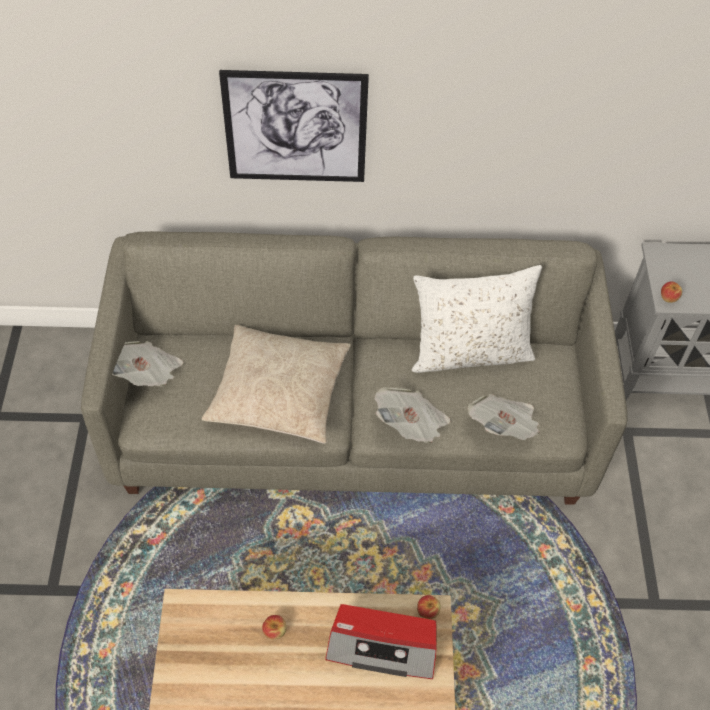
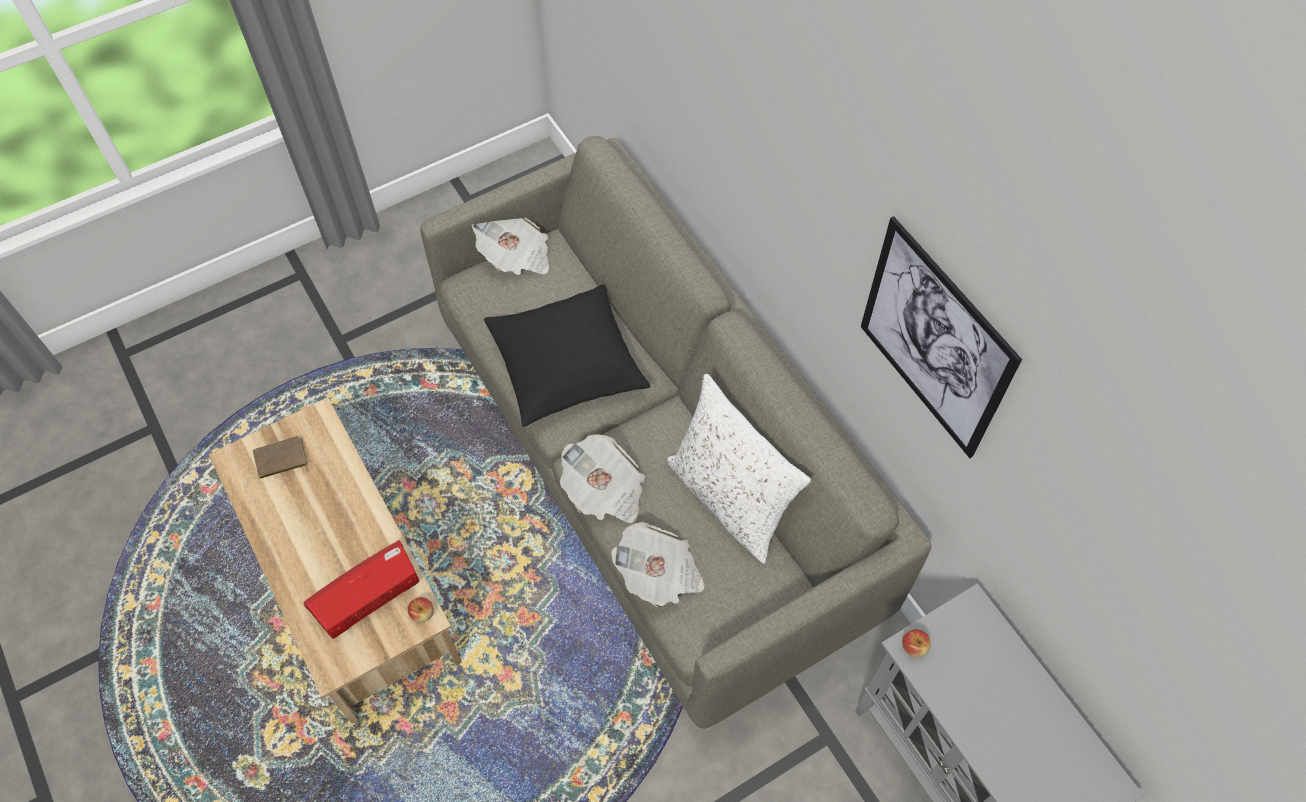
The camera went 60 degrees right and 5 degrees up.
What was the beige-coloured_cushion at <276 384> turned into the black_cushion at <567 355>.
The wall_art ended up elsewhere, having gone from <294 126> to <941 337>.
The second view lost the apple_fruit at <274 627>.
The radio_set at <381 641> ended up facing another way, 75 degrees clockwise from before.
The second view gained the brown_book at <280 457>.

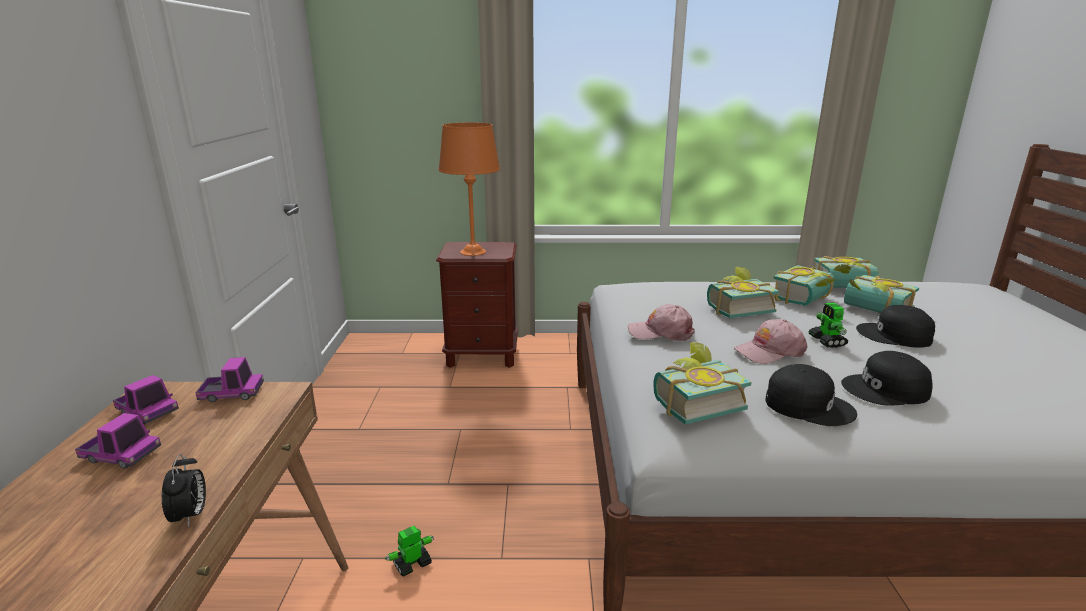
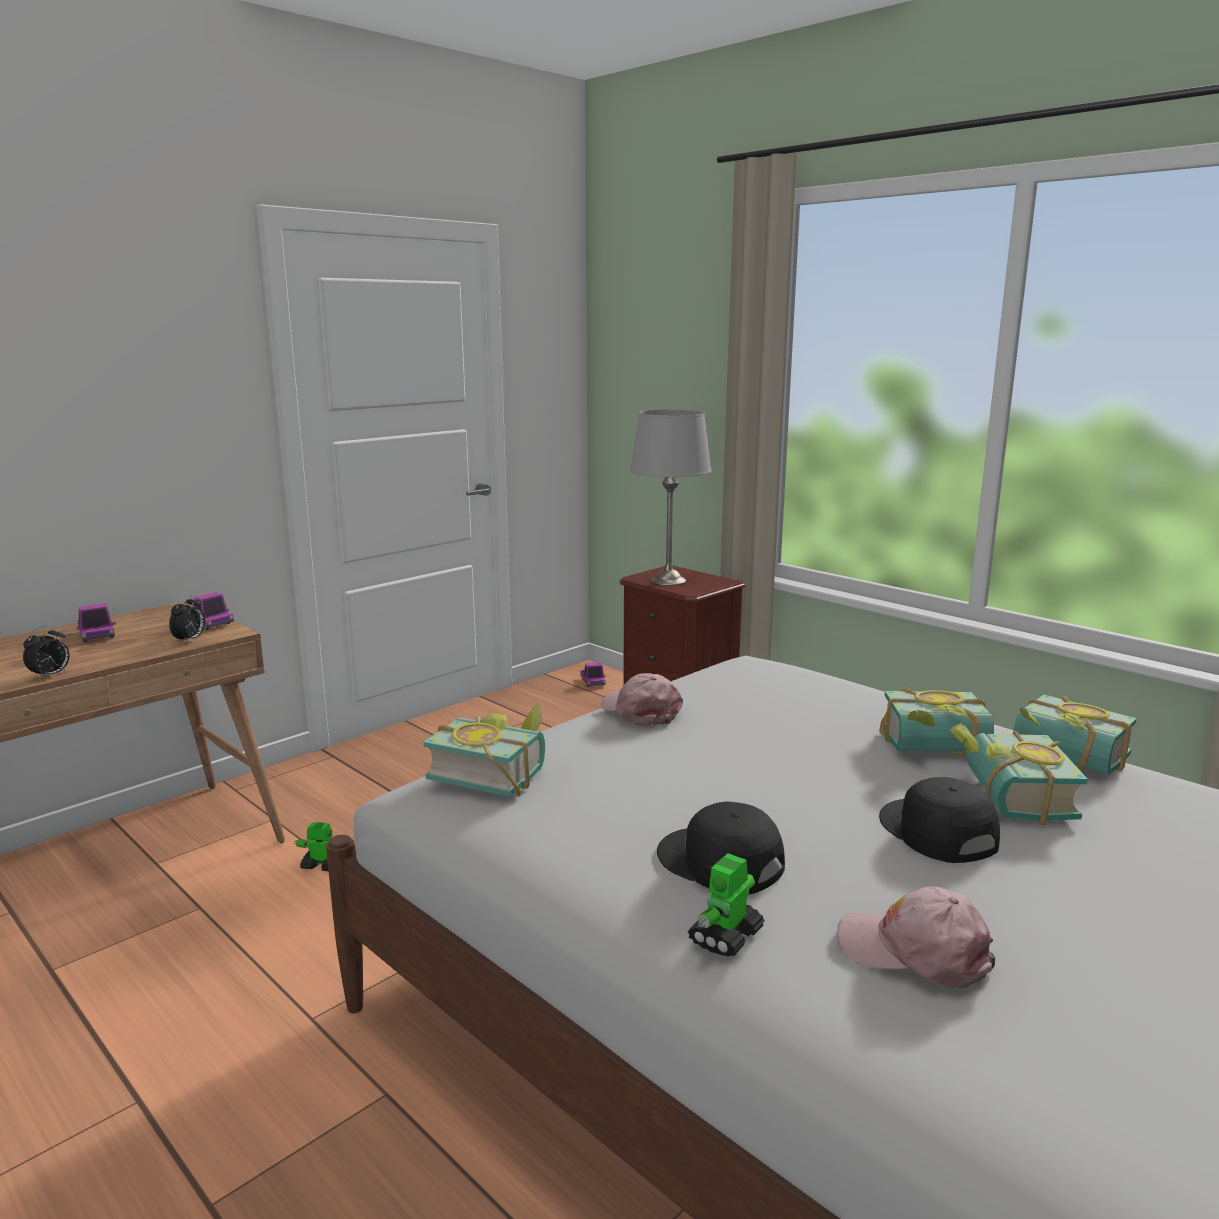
The camera went 45 degrees right and 5 degrees down.
The toy_truck ended up elsewhere, having gone from <146 399> to <593 674>.
What was the orangey_table_lamp at <469 189> turned into the grey_table_lamp at <670 497>.
The second view lost the book at <743 292>.
The pink-coloured_baseball_cap ended up elsewhere, having gone from <770 341> to <916 937>.
The second view lost the black_baseball_cap at <811 395>.
The robot_figure ended up elsewhere, having gone from <828 325> to <726 904>.
The second view gained the bedside_clock at <187 619>.

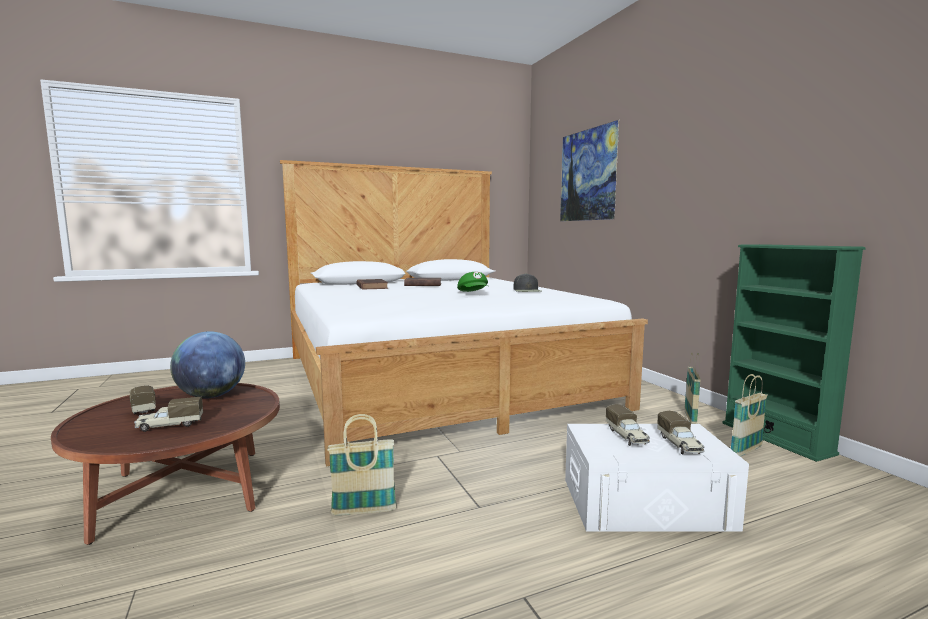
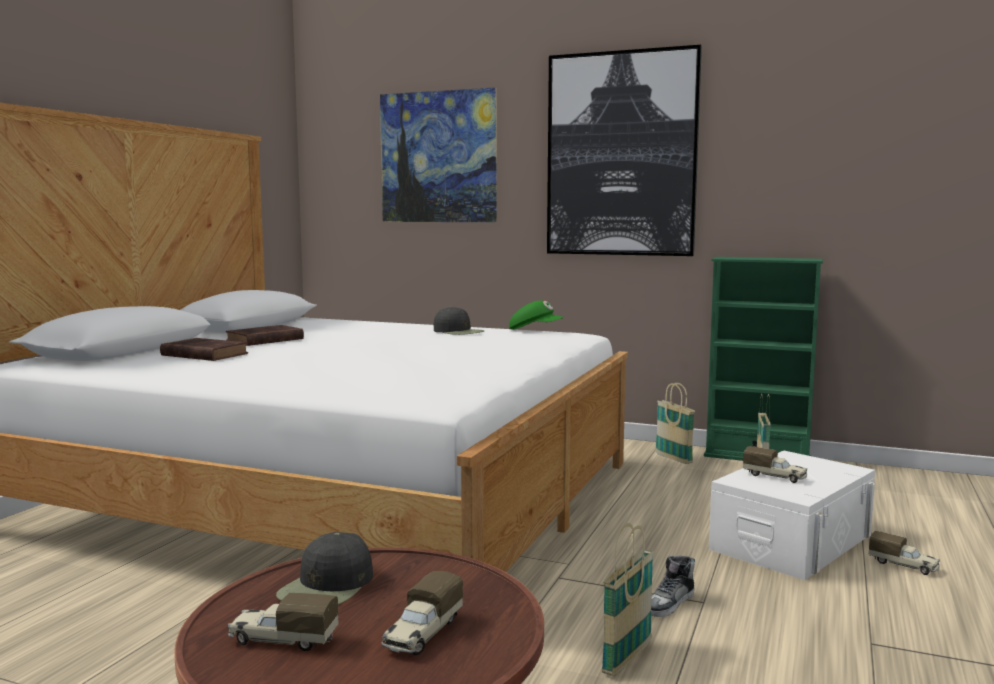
The camera went 45 degrees left and 0 degrees up.
Where the world_globe stood at <207 364>, the black_baseball_cap came to stand at <324 568>.
The green_baseball_cap ended up elsewhere, having gone from <472 282> to <536 315>.
The toy_truck ended up elsewhere, having gone from <681 432> to <904 553>.
The second view gained the wall_art at <624 150>.
The second view gained the low_shoe at <673 586>.

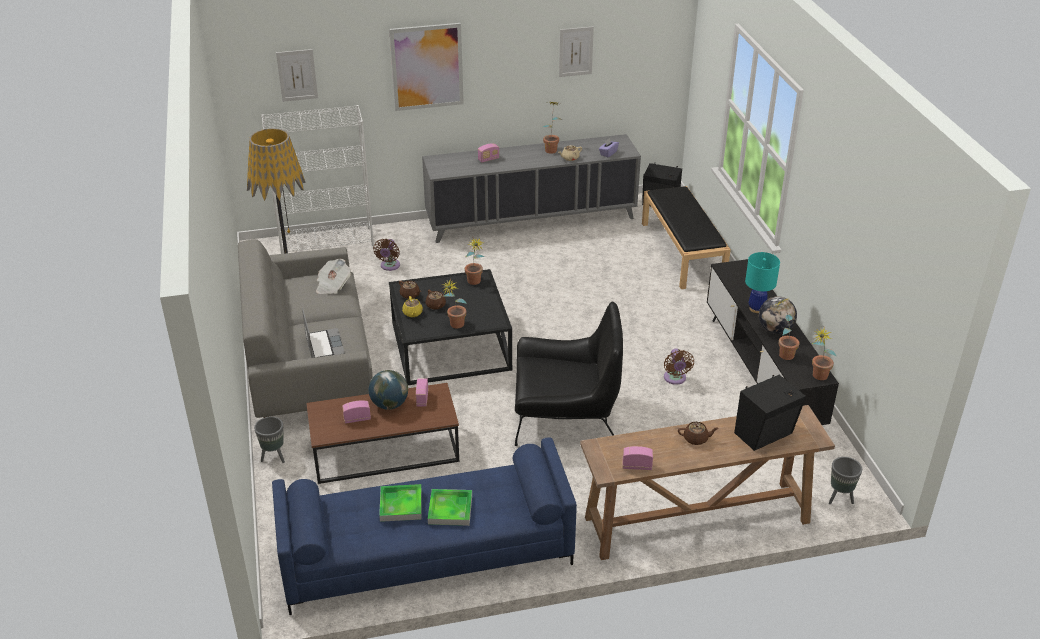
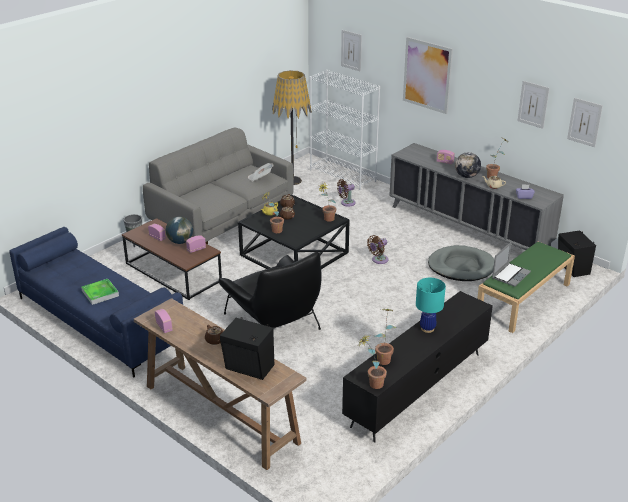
The camera went 55 degrees right and 5 degrees down.
The portable_computer ended up elsewhere, having gone from <323 333> to <511 264>.
The second view lost the carrying_tray at <400 503>.
What was the black_long_seat at <686 237> turned into the green_long_seat at <526 287>.
The brown_cooling_fan ended up elsewhere, having gone from <679 367> to <377 249>.
The world_globe ended up elsewhere, having gone from <778 315> to <468 165>.
The second view lost the grey_plant_pot at <845 480>.
The second view gained the grey_dog_bed at <461 263>.
The second view gained the wall_art at <585 122>.

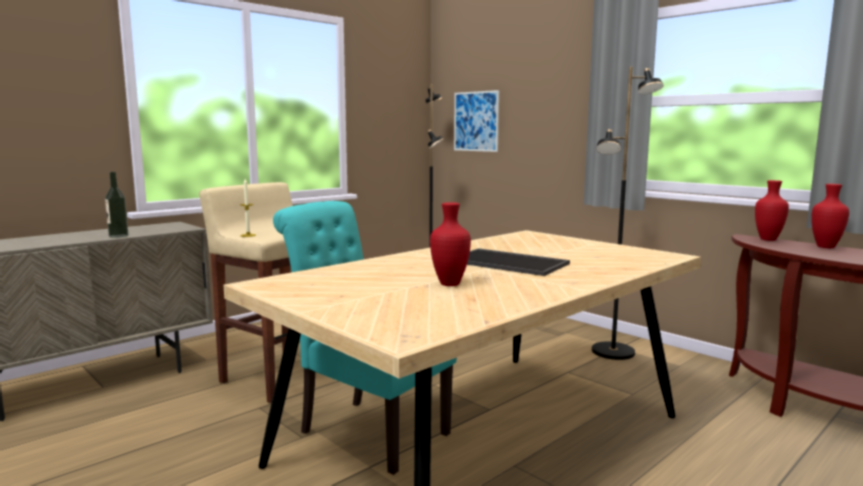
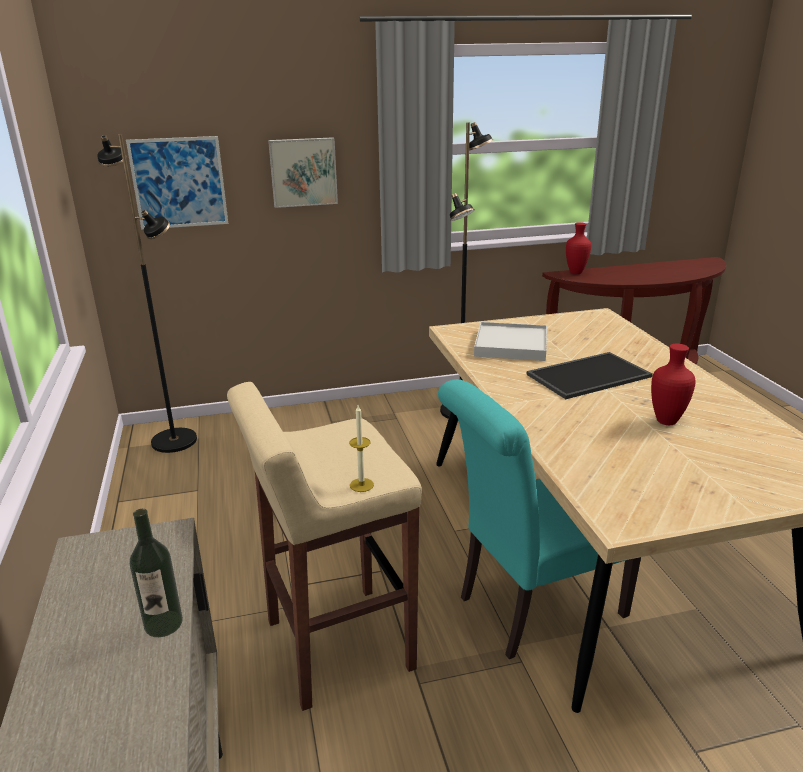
The camera went 60 degrees left and 15 degrees up.
The second view lost the red-coloured_flower_vase at <830 216>.
The second view gained the wall_art at <303 172>.
The second view gained the white-coloured_carrying_tray at <510 341>.

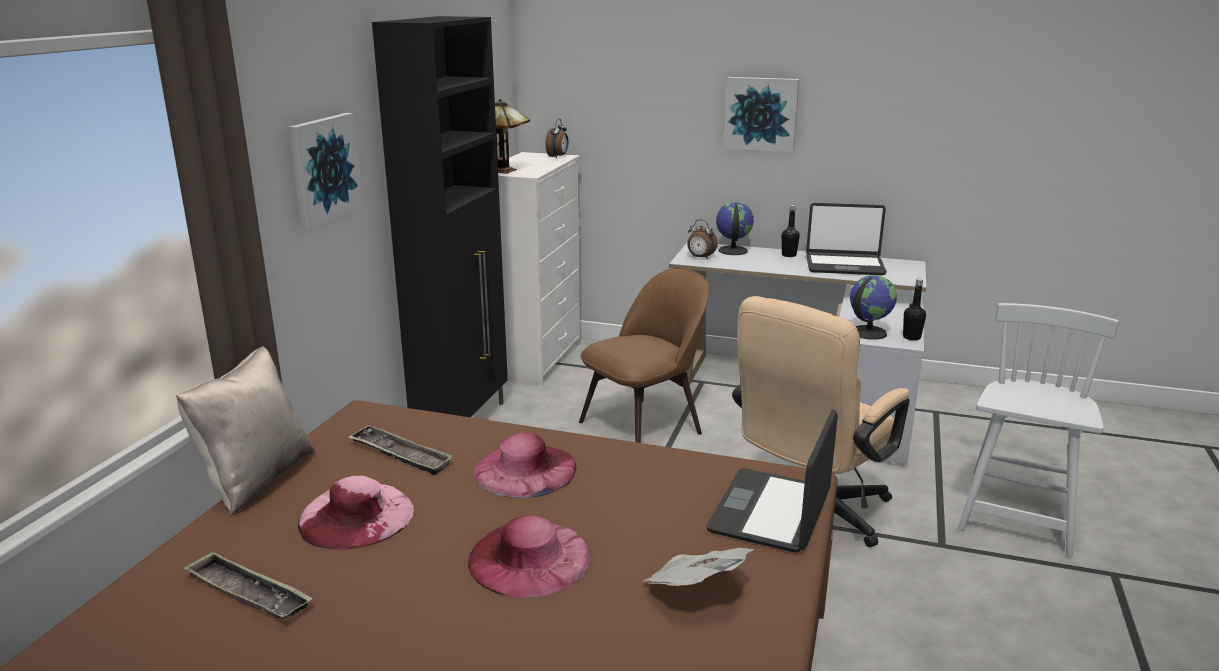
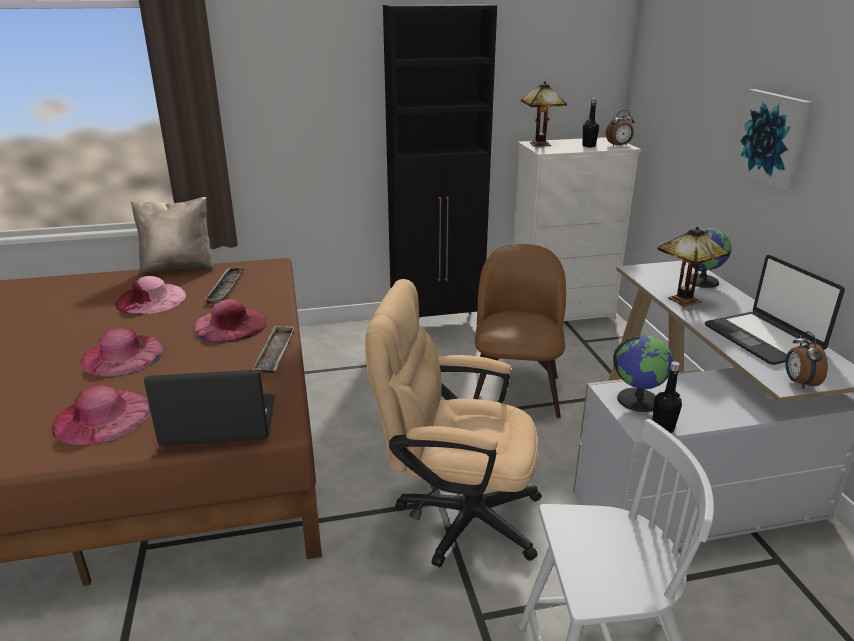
The camera went 60 degrees right and 5 degrees up.
The carrying_tray ended up elsewhere, having gone from <248 585> to <274 349>.
The second view lost the wall_art at <325 170>.
The brown_plain_chair at <644 355> ended up facing another way, 105 degrees counterclockwise from before.
Where the printed_paper stood at <698 567>, the pink-coloured_clothing_hat came to stand at <101 415>.
The bedside_clock ended up elsewhere, having gone from <702 239> to <806 360>.
The black_drink_bottle ended up elsewhere, having gone from <791 231> to <591 123>.
The second view gained the table_lamp at <693 266>.

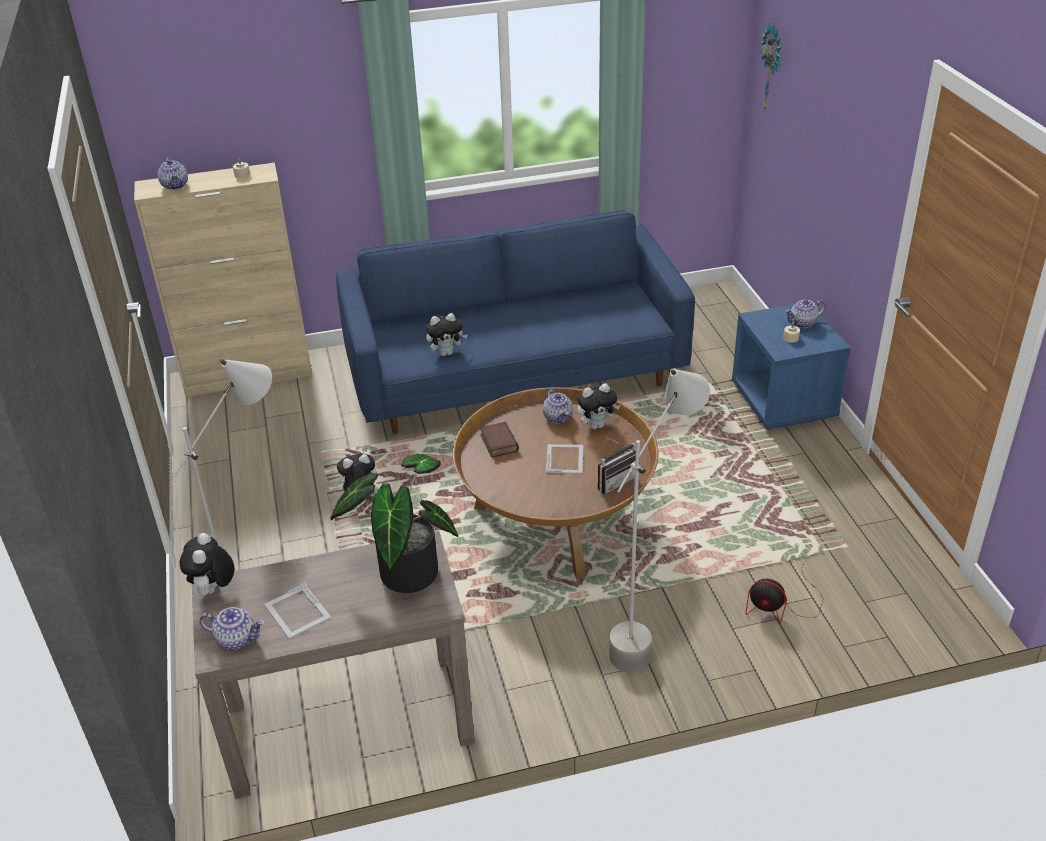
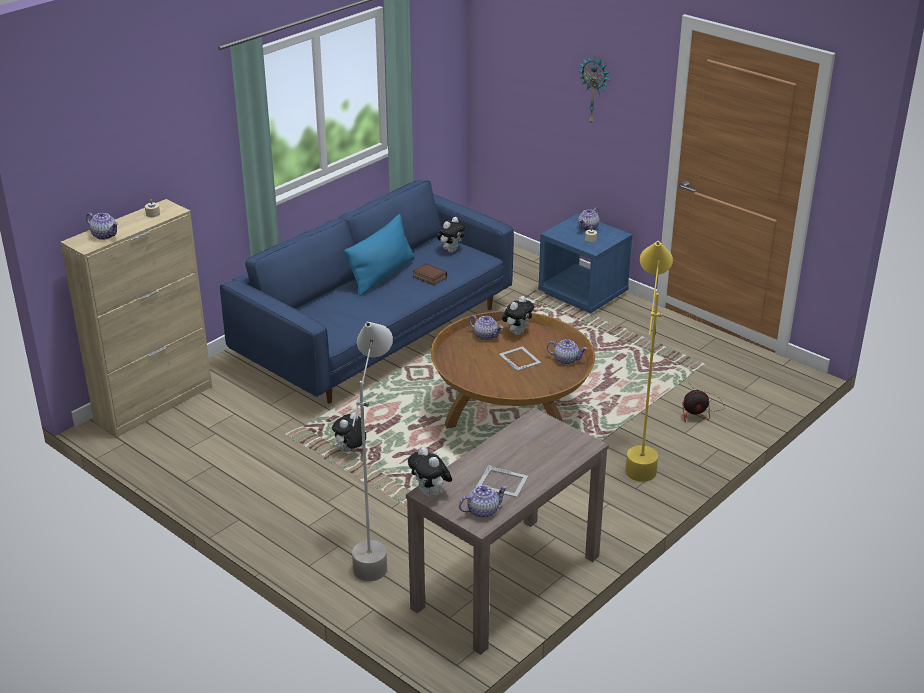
The camera went 35 degrees left and 5 degrees down.
The second view lost the plant_in_a_pot at <394 523>.
The cuddly_toy ended up elsewhere, having gone from <447 334> to <451 235>.
The book ended up elsewhere, having gone from <499 440> to <430 274>.
Where the radio_set stood at <617 465>, the tea_pot came to stand at <567 352>.
What was the grey_floor_lamp at <659 520> turned into the yellow_floor_lamp at <649 361>.
The clock_on_the_wall ended up elsewhere, having gone from <771 66> to <594 89>.
The second view gained the blue_cushion at <379 255>.

